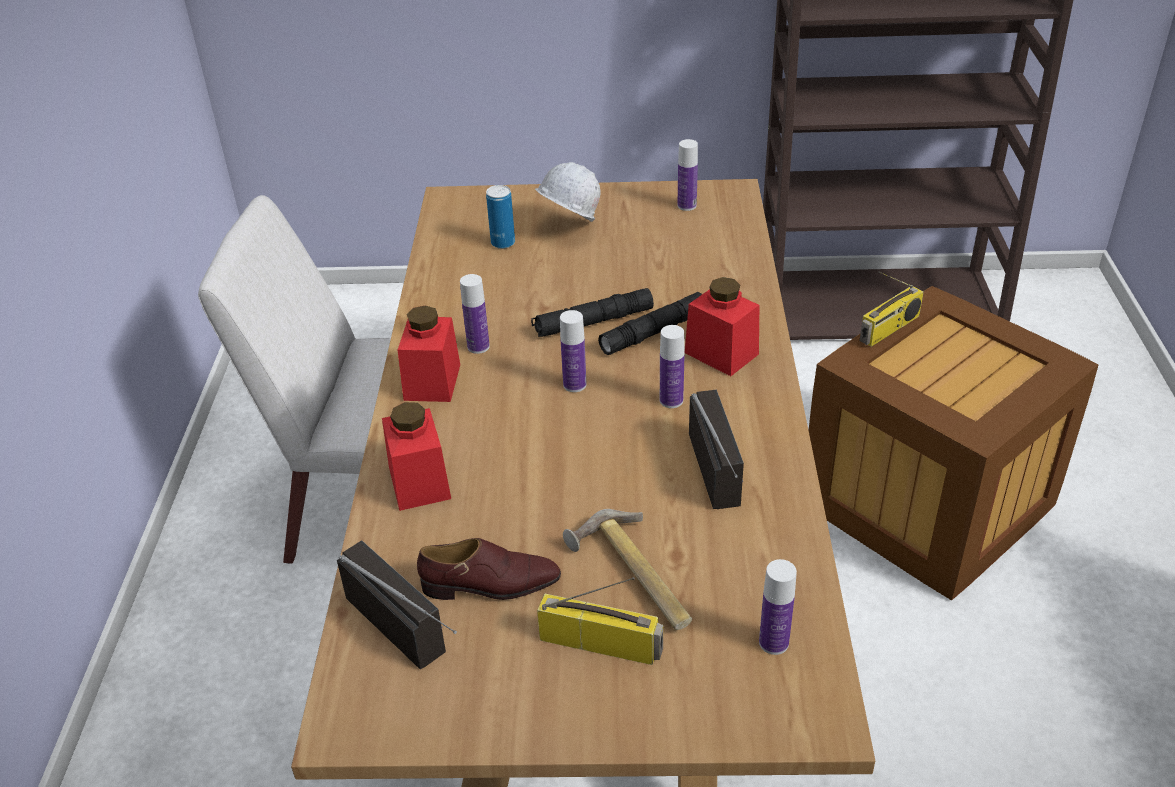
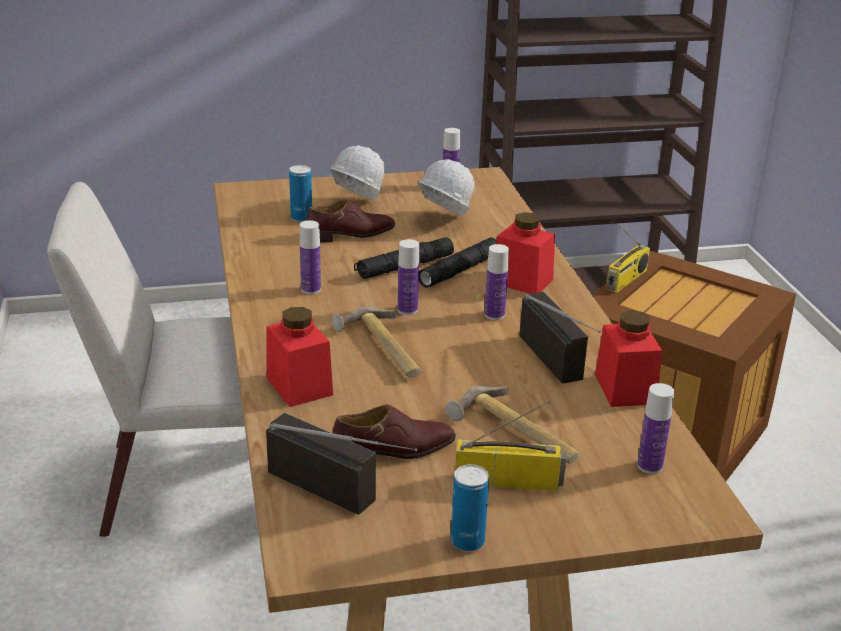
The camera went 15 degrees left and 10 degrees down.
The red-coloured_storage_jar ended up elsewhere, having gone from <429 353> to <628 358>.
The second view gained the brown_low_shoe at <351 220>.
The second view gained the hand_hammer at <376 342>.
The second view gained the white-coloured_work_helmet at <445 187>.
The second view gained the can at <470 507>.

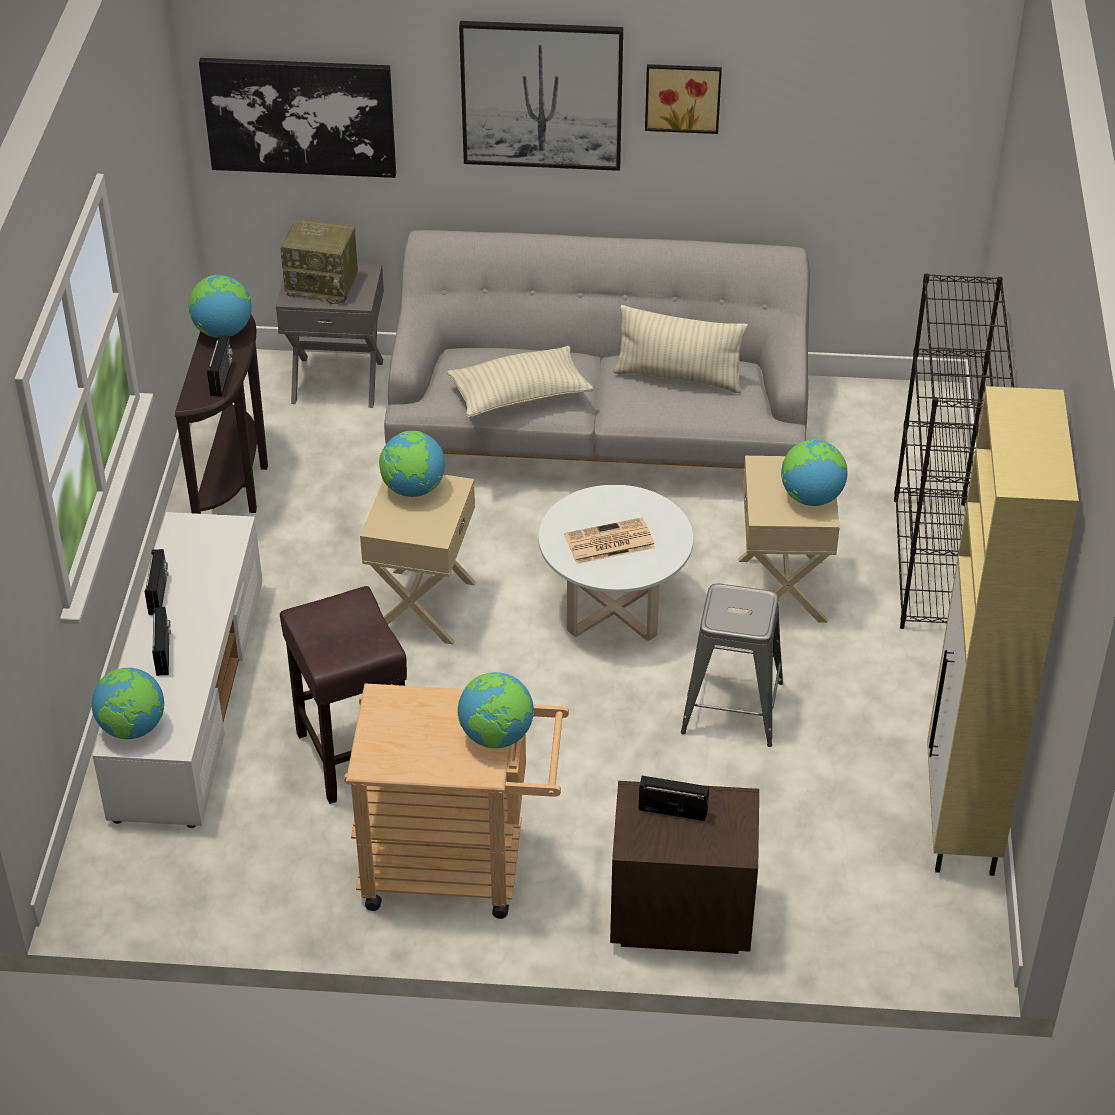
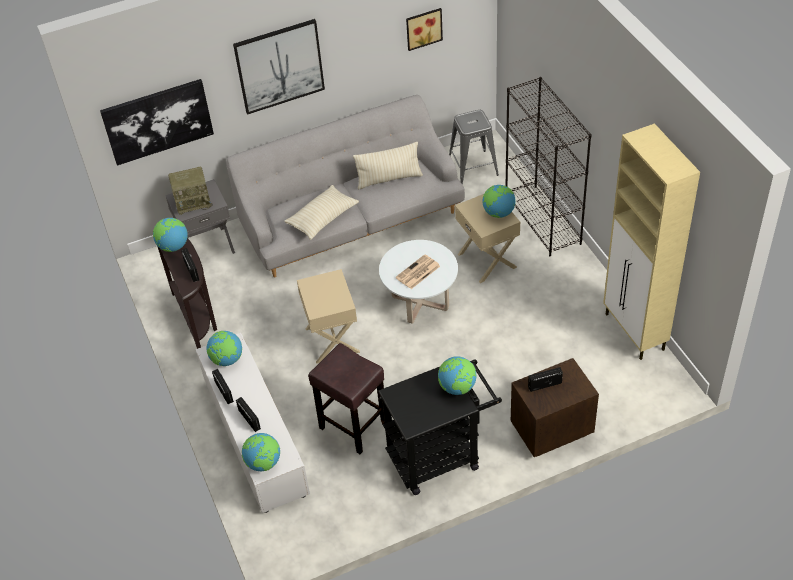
The camera went 25 degrees left and 5 degrees up.
What was the beige-coloured_cart at <456 801> turned into the black_cart at <440 427>.
The world_globe ended up elsewhere, having gone from <412 464> to <224 348>.
The wall_art ended up elsewhere, having gone from <683 99> to <424 29>.
The grey_sitting_stool ended up elsewhere, having gone from <732 665> to <474 147>.

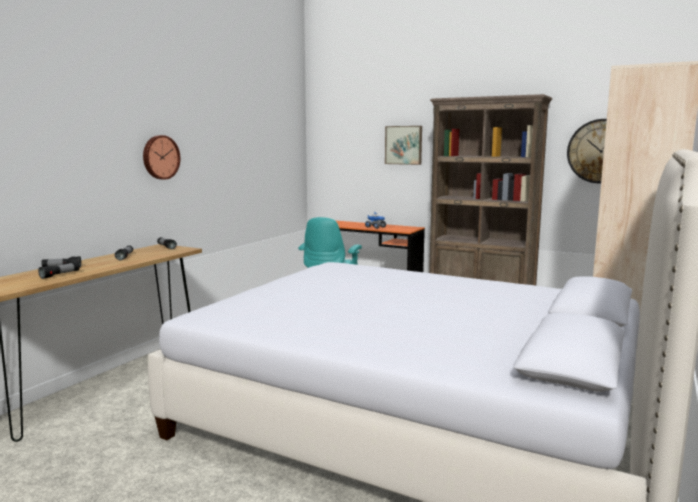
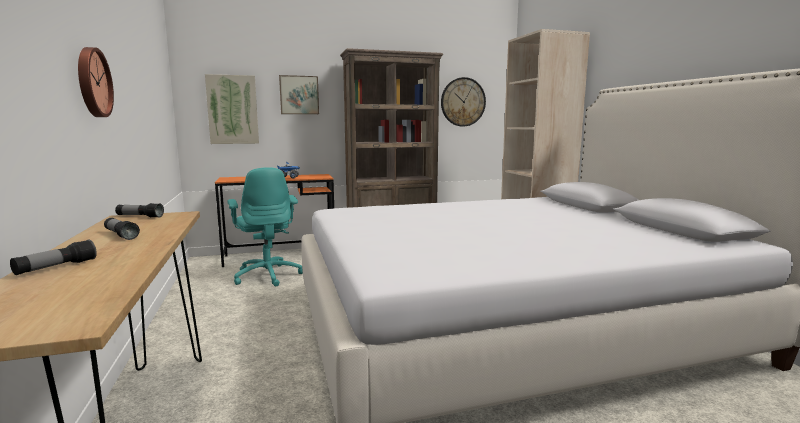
The camera went 45 degrees left and 0 degrees up.
The second view lost the flashlight at <59 270>.
The second view gained the wall_art at <232 109>.

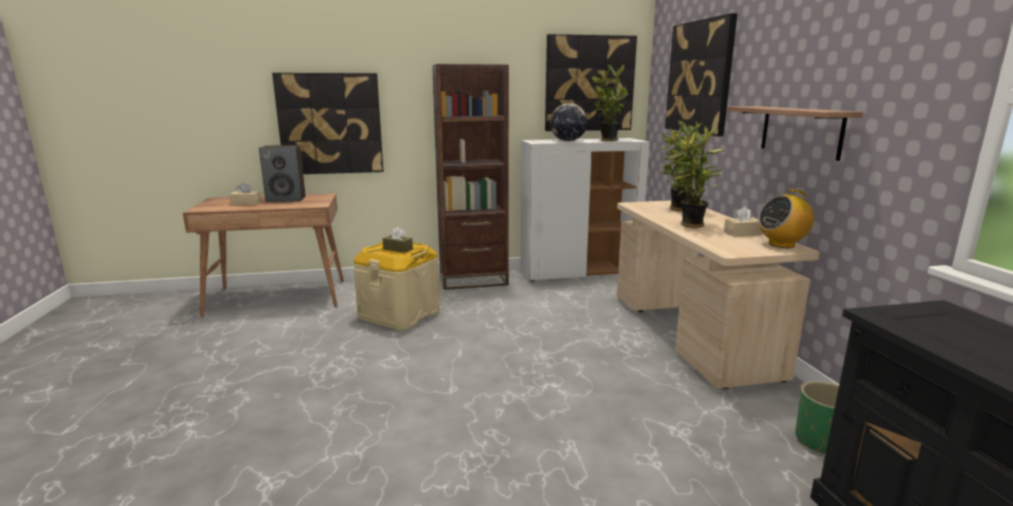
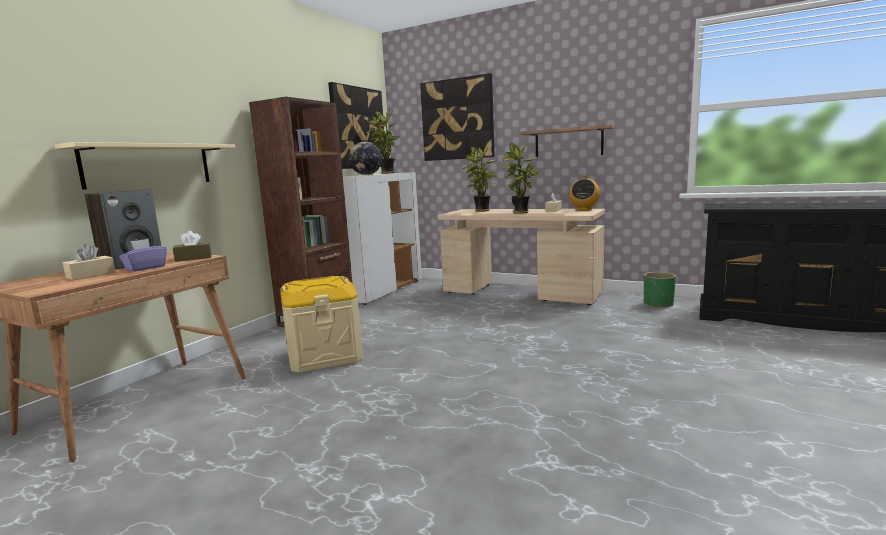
The camera went 50 degrees left and 5 degrees down.
Where the wall_art hung at <327 123>, the beige-coloured_bracket_shelf came to hang at <144 166>.
The brown_tissue_box ended up elsewhere, having gone from <398 240> to <192 246>.
The second view gained the purple-coloured_tissue_box at <143 255>.

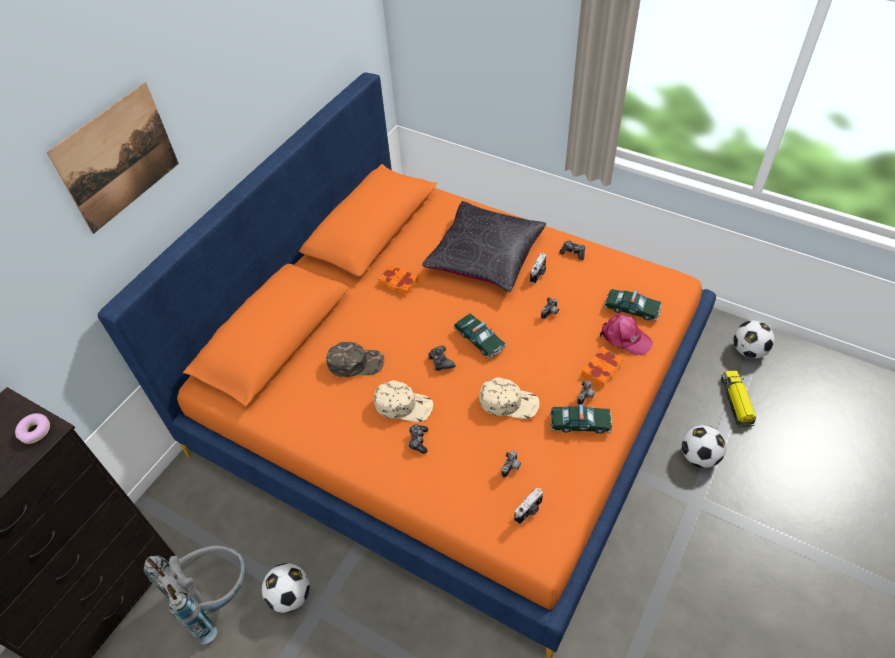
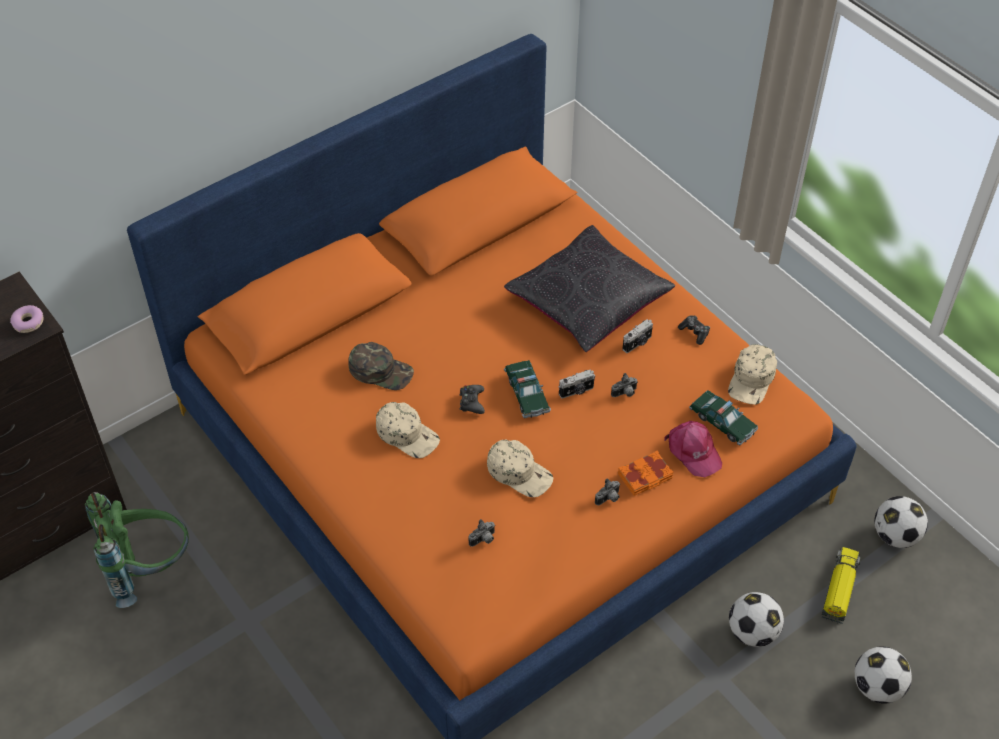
The camera went 20 degrees right and 0 degrees up.
The second view lost the wall_art at <113 158>.
What was the grey_rucksack at <194 595> turned into the green_rucksack at <137 550>.
The football_ball ended up elsewhere, having gone from <286 588> to <883 675>.
The second view lost the orangey_book at <398 279>.
The second view lost the gamepad at <418 439>.
The still_camera ended up elsewhere, having gone from <528 506> to <576 384>.
The second view lost the model_car at <581 419>.
The second view gained the beige-coloured_baseball_cap at <752 374>.

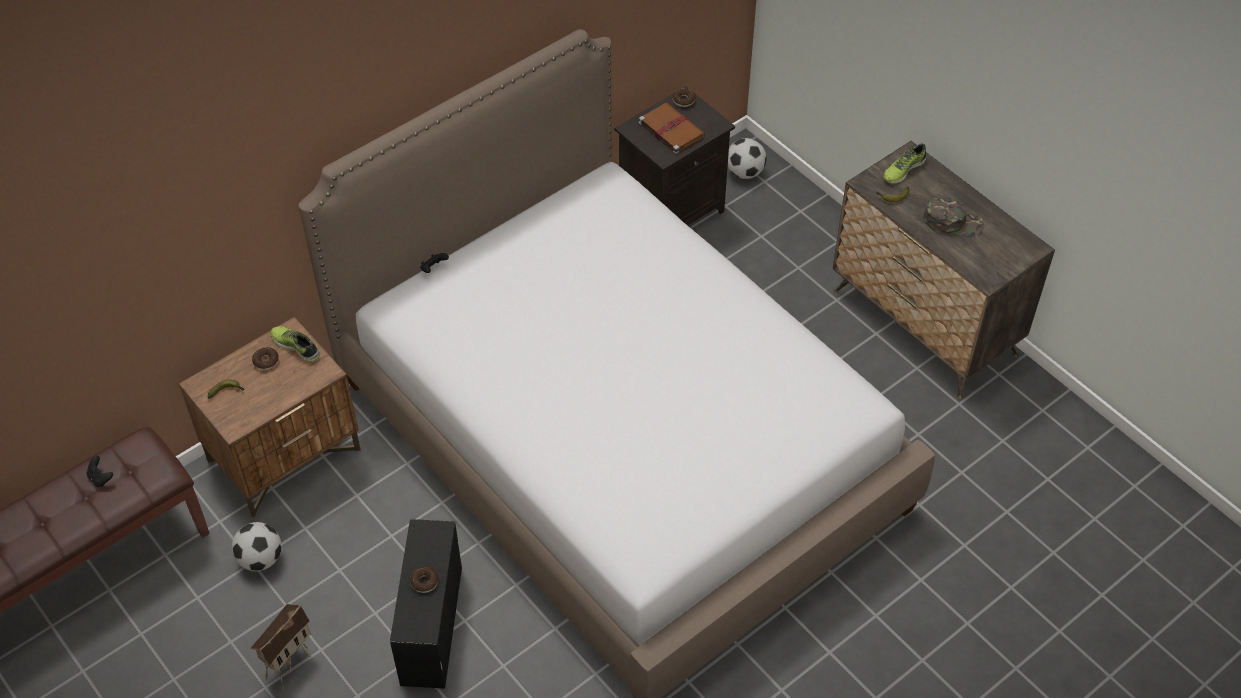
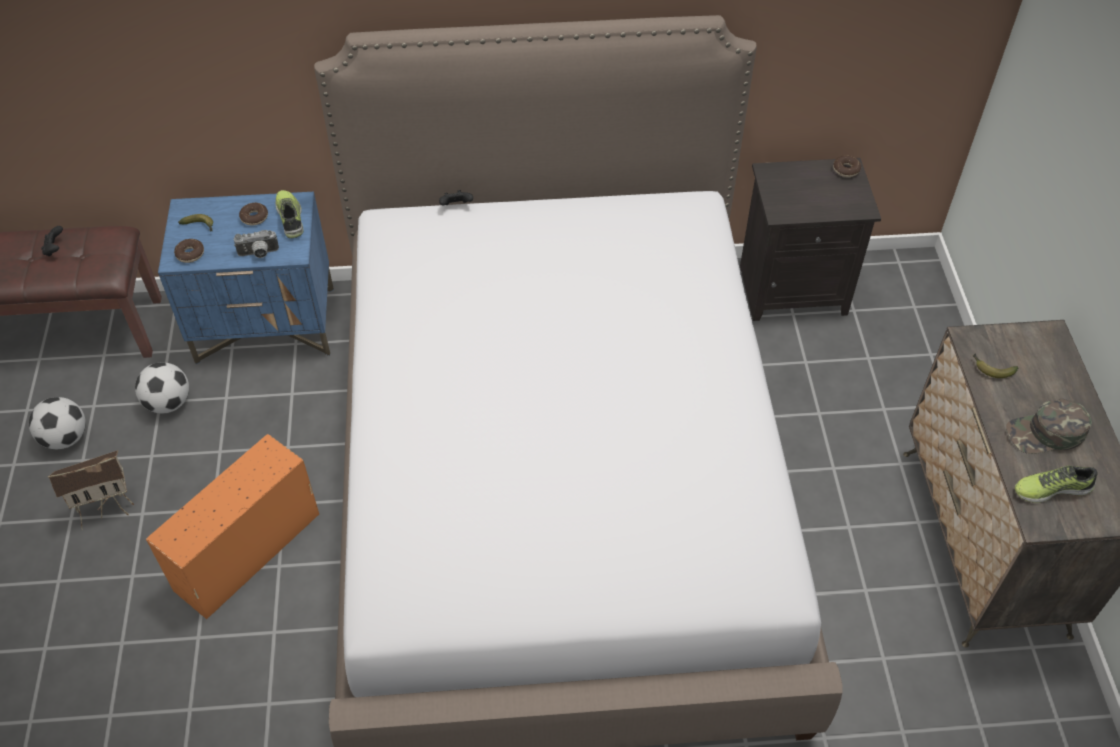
The camera went 35 degrees right and 0 degrees up.
What was the brown_bedside_table at <270 417> turned into the blue_bedside_table at <246 278>.
What was the black_storage_bin at <426 604> turned into the orangey_storage_bin at <232 526>.
The ring_doughnut ended up elsewhere, having gone from <424 580> to <189 251>.
The second view lost the brown_book at <672 128>.
The football_ball ended up elsewhere, having gone from <747 158> to <57 423>.
The low_shoe ended up elsewhere, having gone from <905 164> to <1056 484>.
The green_baseball_cap at <953 216> ended up facing another way, 120 degrees clockwise from before.
The second view gained the still_camera at <256 244>.

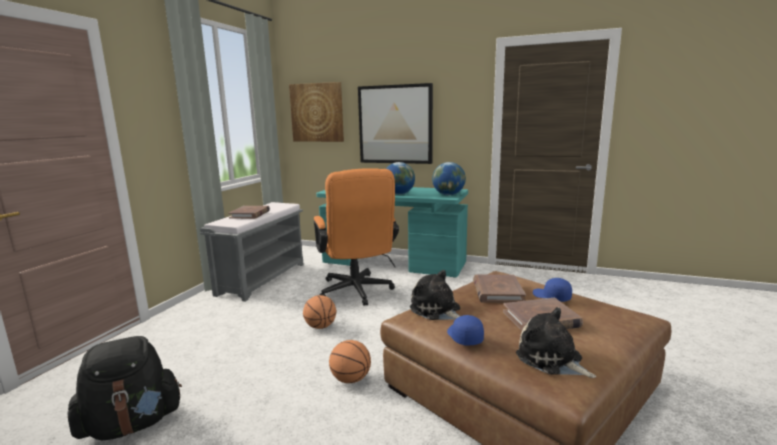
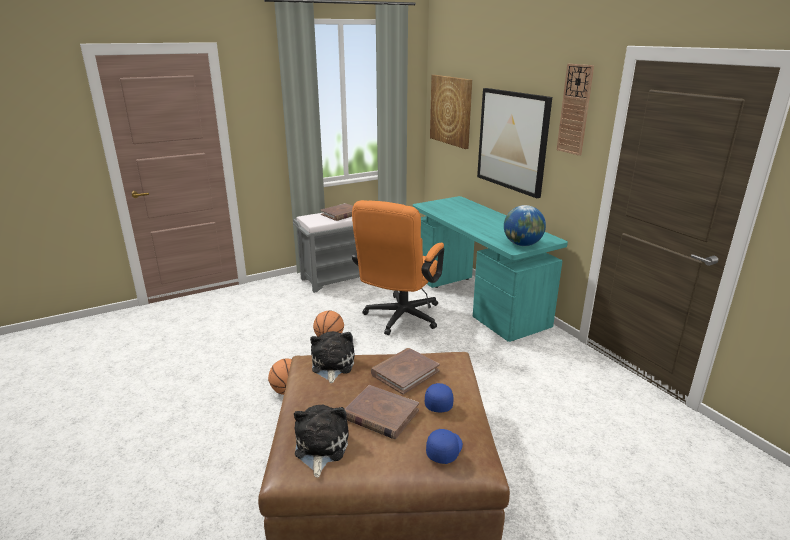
The camera went 40 degrees right and 10 degrees up.
The second view lost the black_rucksack at <125 388>.
The second view lost the world_globe at <400 178>.
The blue_baseball_cap ended up elsewhere, having gone from <465 330> to <444 446>.
The second view gained the clock_on_the_wall at <575 110>.

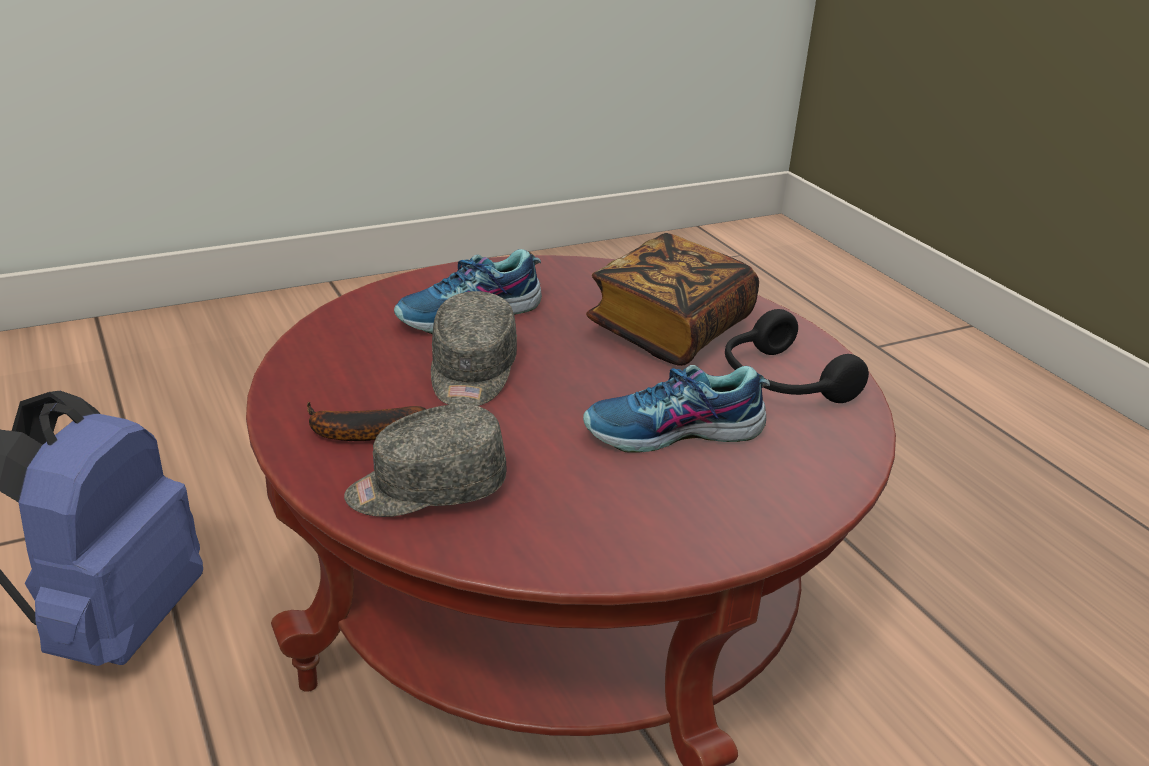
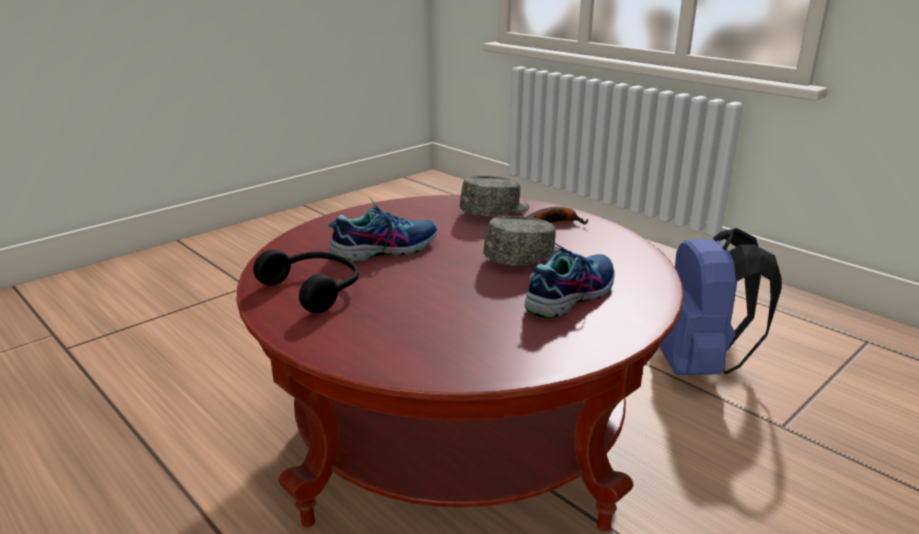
The camera went 165 degrees right and 5 degrees down.
The grey_baseball_cap at <474 348> ended up facing another way, 75 degrees clockwise from before.
The second view lost the book at <672 299>.

